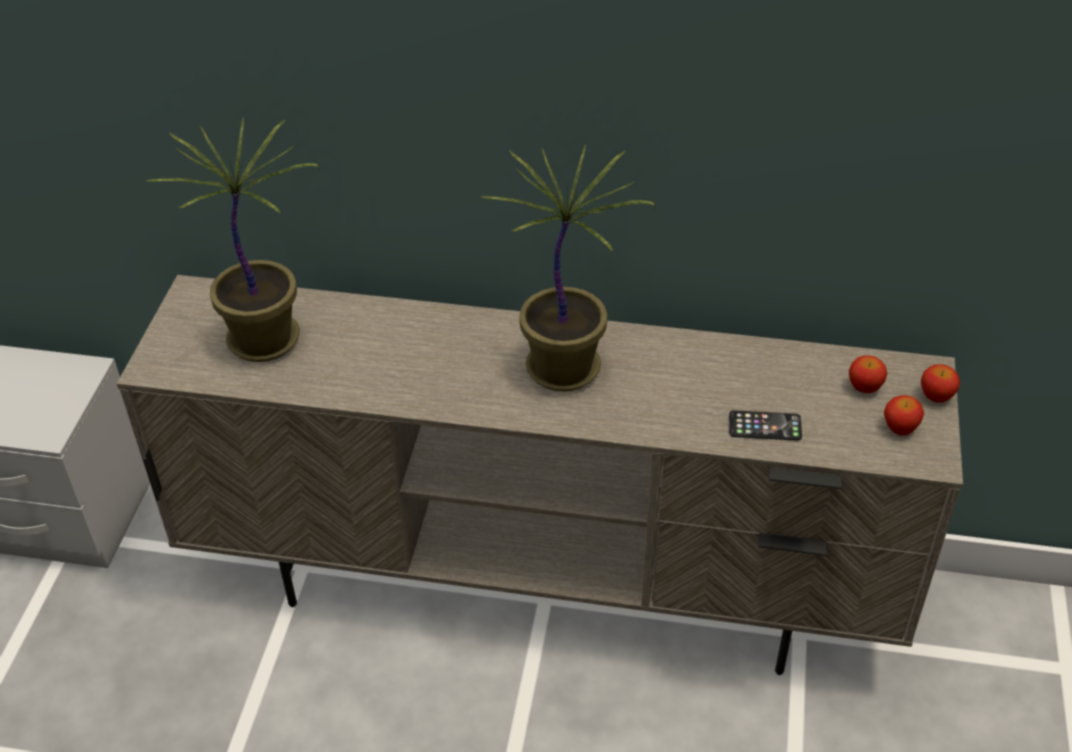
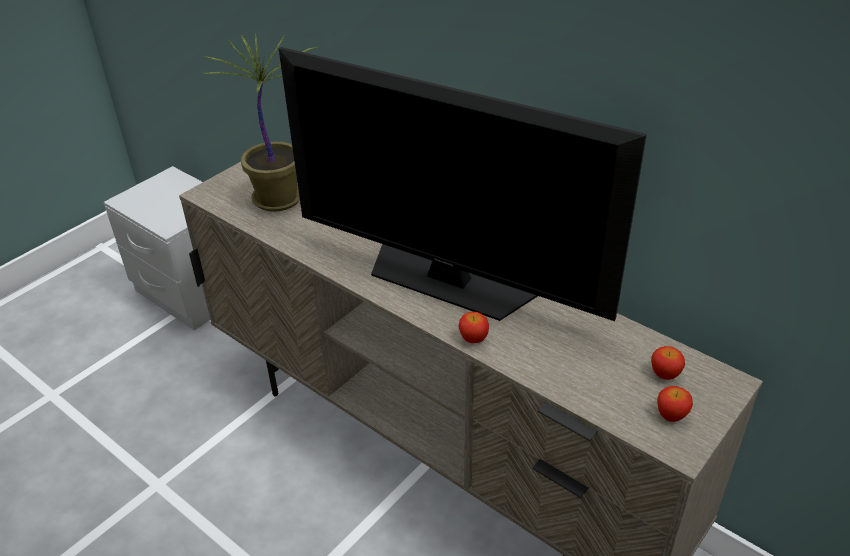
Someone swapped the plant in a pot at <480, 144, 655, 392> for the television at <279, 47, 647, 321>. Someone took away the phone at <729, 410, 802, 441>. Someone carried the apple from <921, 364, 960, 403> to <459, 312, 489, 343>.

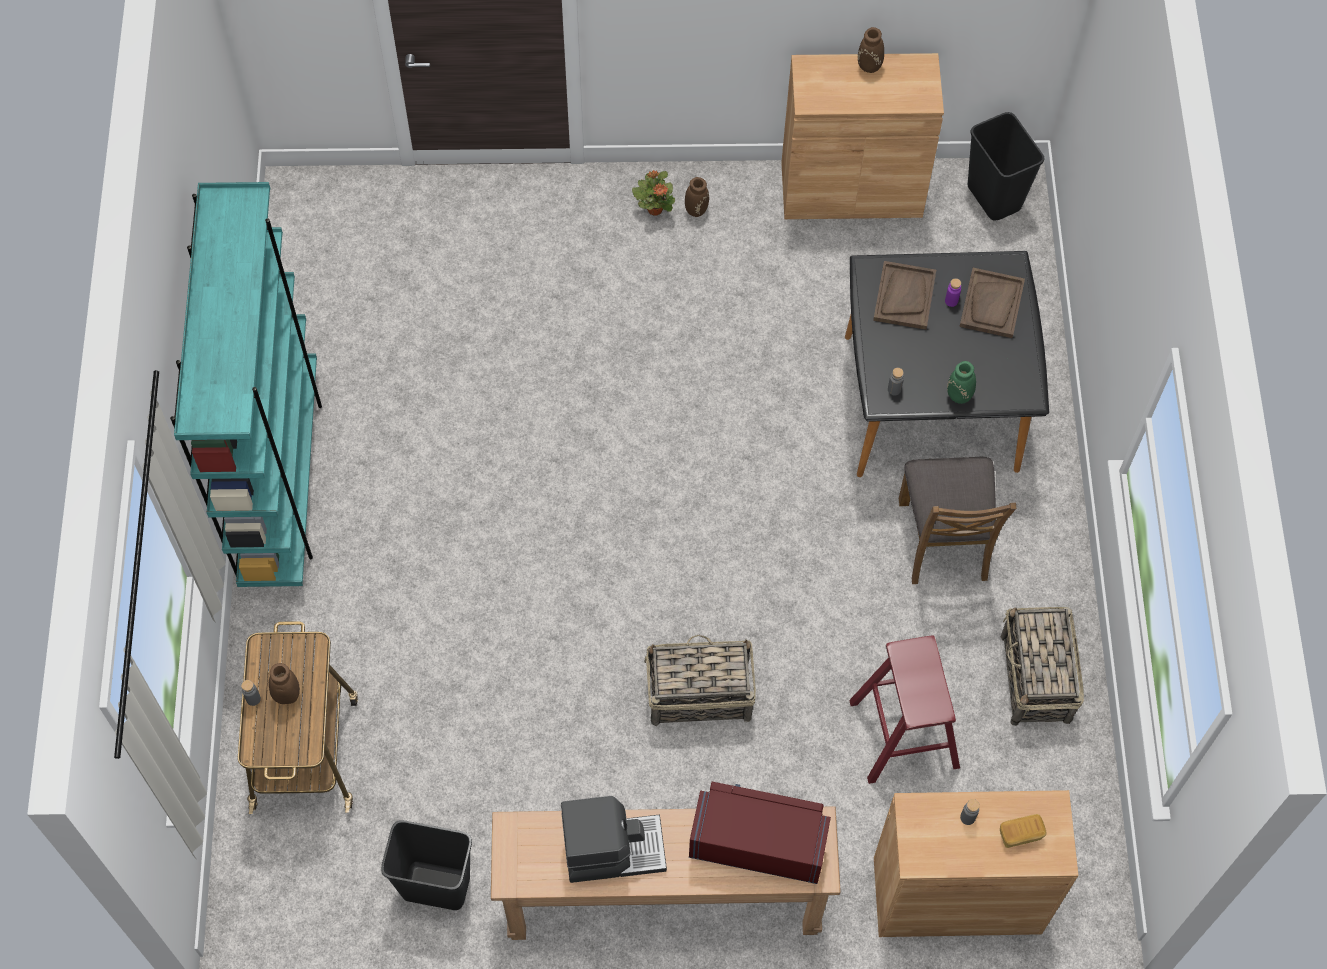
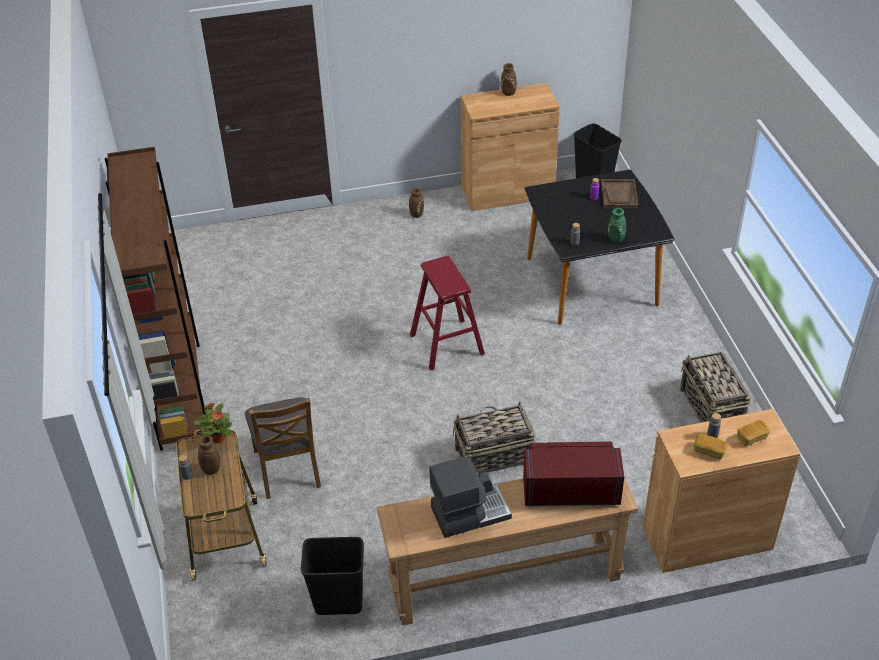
Someone repainted the shelving unit in turquoise at <170, 182, 322, 587>, which became the shelving unit in brownish at <105, 147, 206, 451>. Someone carried the plant in a pot from <632, 170, 675, 216> to <194, 403, 232, 443>. Someone carried the stool seat in red from <849, 636, 960, 784> to <410, 256, 485, 371>. Someone took away the tray in brownish at <873, 261, 936, 330>. Someone carried the plain chair in brownish from <899, 457, 1016, 584> to <245, 397, 321, 499>. Someone put down the bread at <694, 433, 728, 459>.

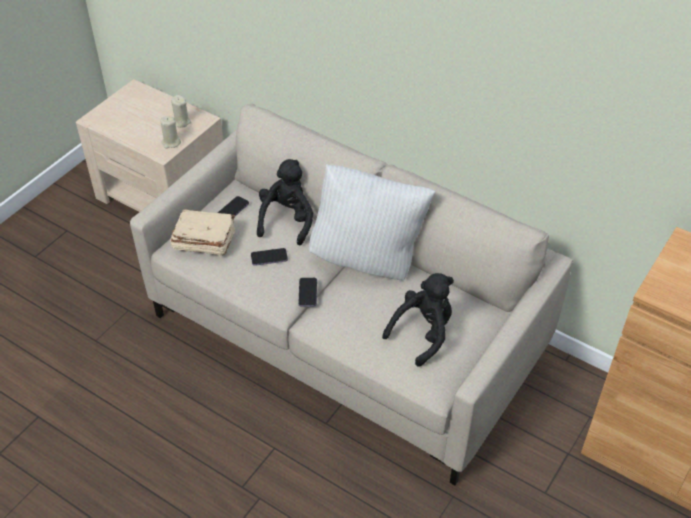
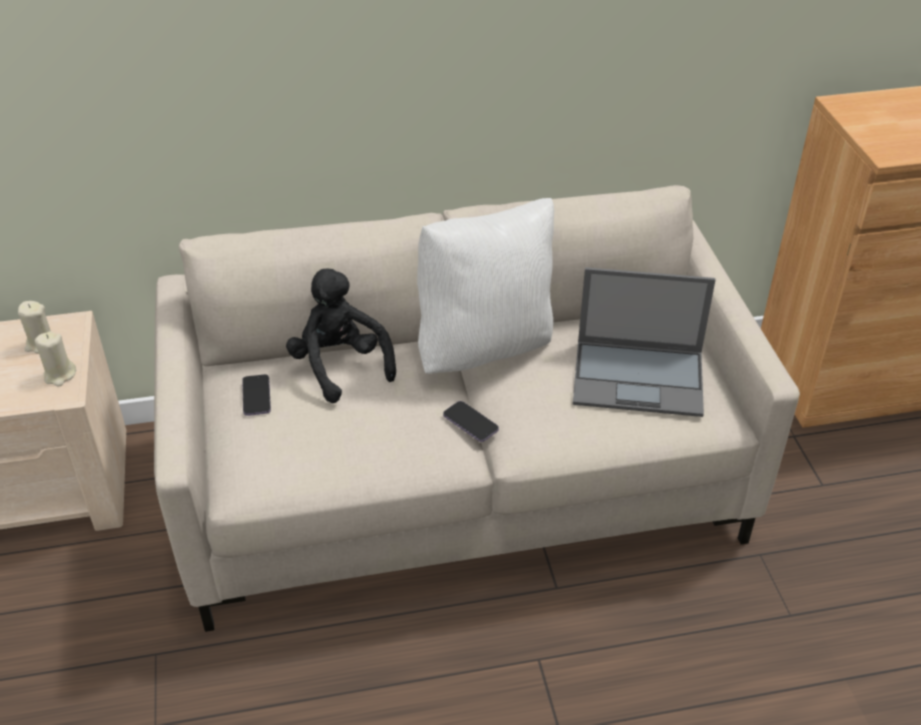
Someone took away the book in beige-coloured at <170, 209, 235, 255>. Someone took away the phone at <251, 248, 288, 266>. Someone swapped the plush toy in black-coloured at <382, 273, 454, 367> for the notebook computer at <573, 267, 716, 417>.

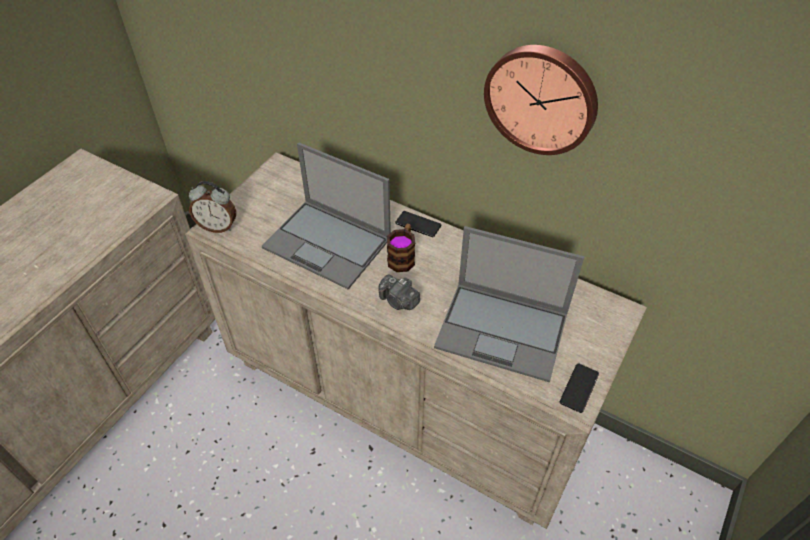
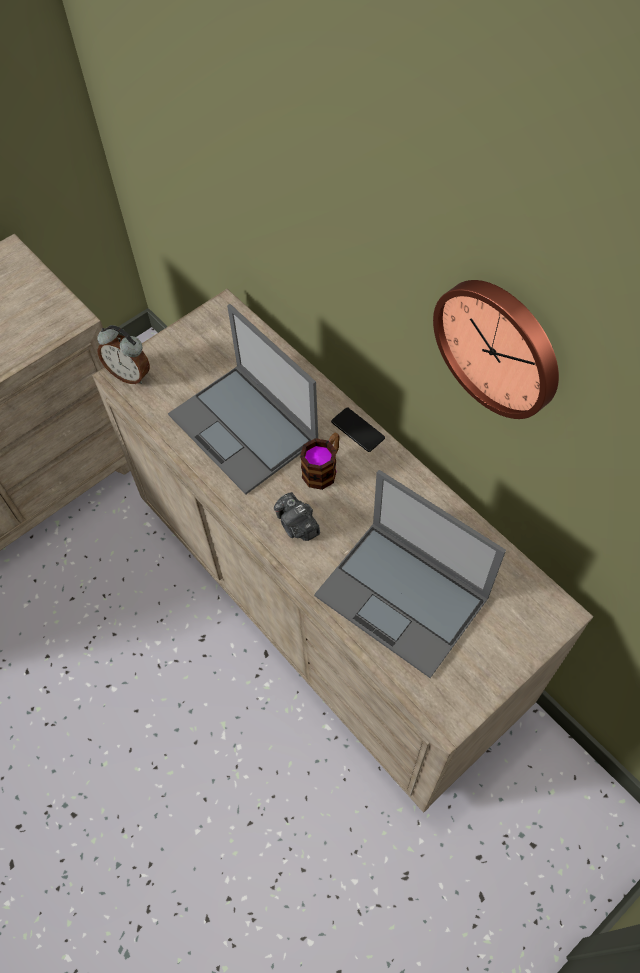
Someone took away the phone at <560, 363, 599, 413>.

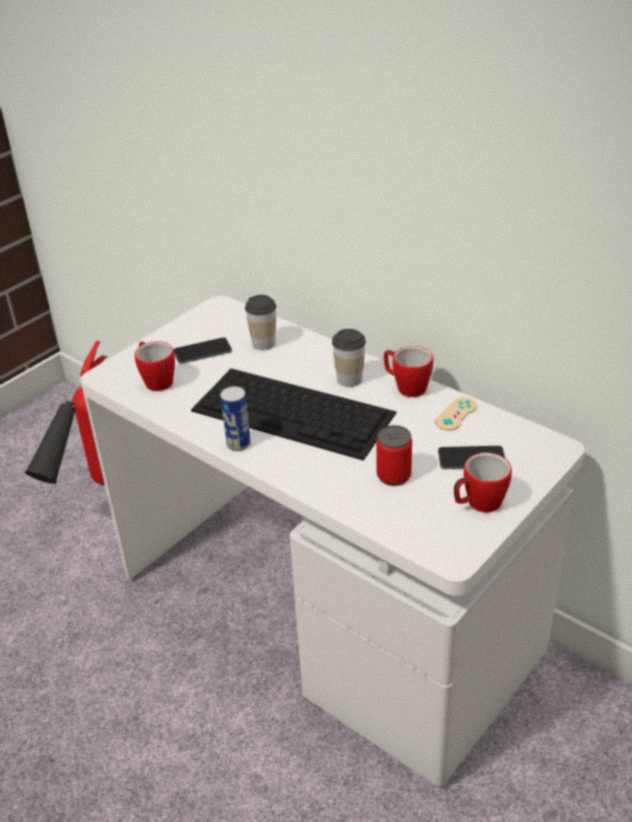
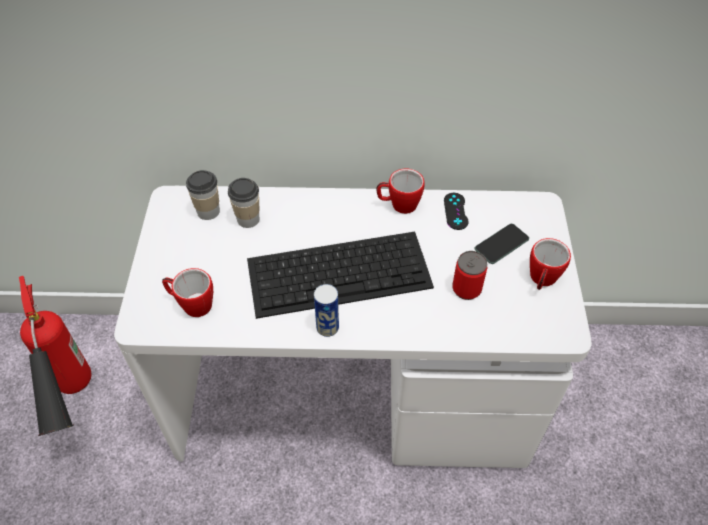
Someone took away the phone at <174, 338, 232, 364>. Someone carried the drinking cup from <332, 329, 366, 387> to <186, 170, 220, 220>. Someone repainted the joypad in beige-coloured at <435, 397, 477, 431>, which became the joypad in black-coloured at <444, 193, 469, 230>.

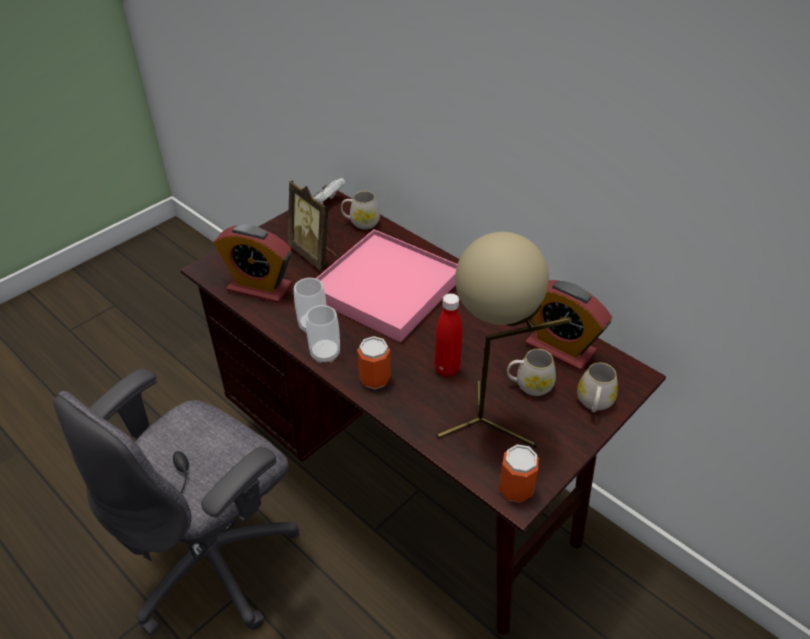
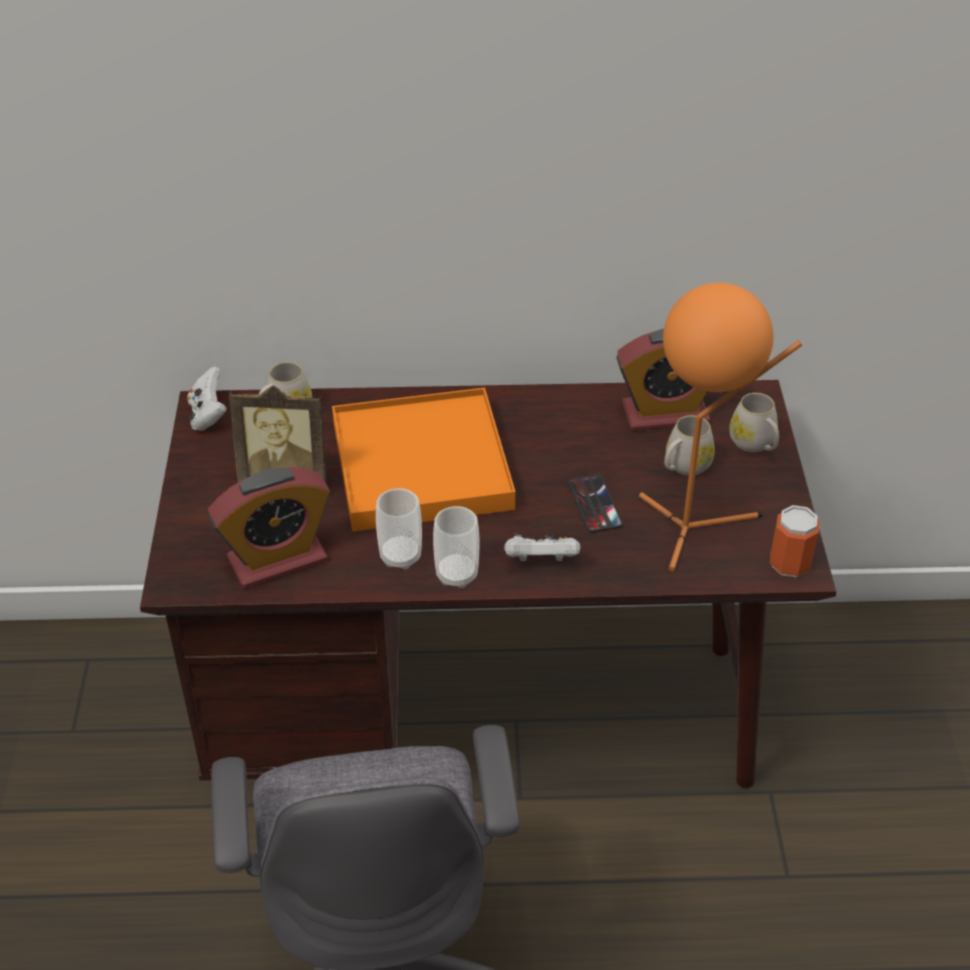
Someone repainted the tray in pinkish at <316, 229, 457, 342>, which became the tray in orange-coloured at <332, 388, 515, 531>. Someone swapped the sealed can at <357, 336, 391, 389> for the joypad in white at <504, 532, 580, 561>. Someone swapped the bottle in red at <434, 293, 463, 377> for the phone at <568, 474, 623, 533>. Someone repainted the lamp for a table in beige-coloured at <436, 232, 572, 448>, which became the lamp for a table in orange-coloured at <639, 283, 802, 571>.

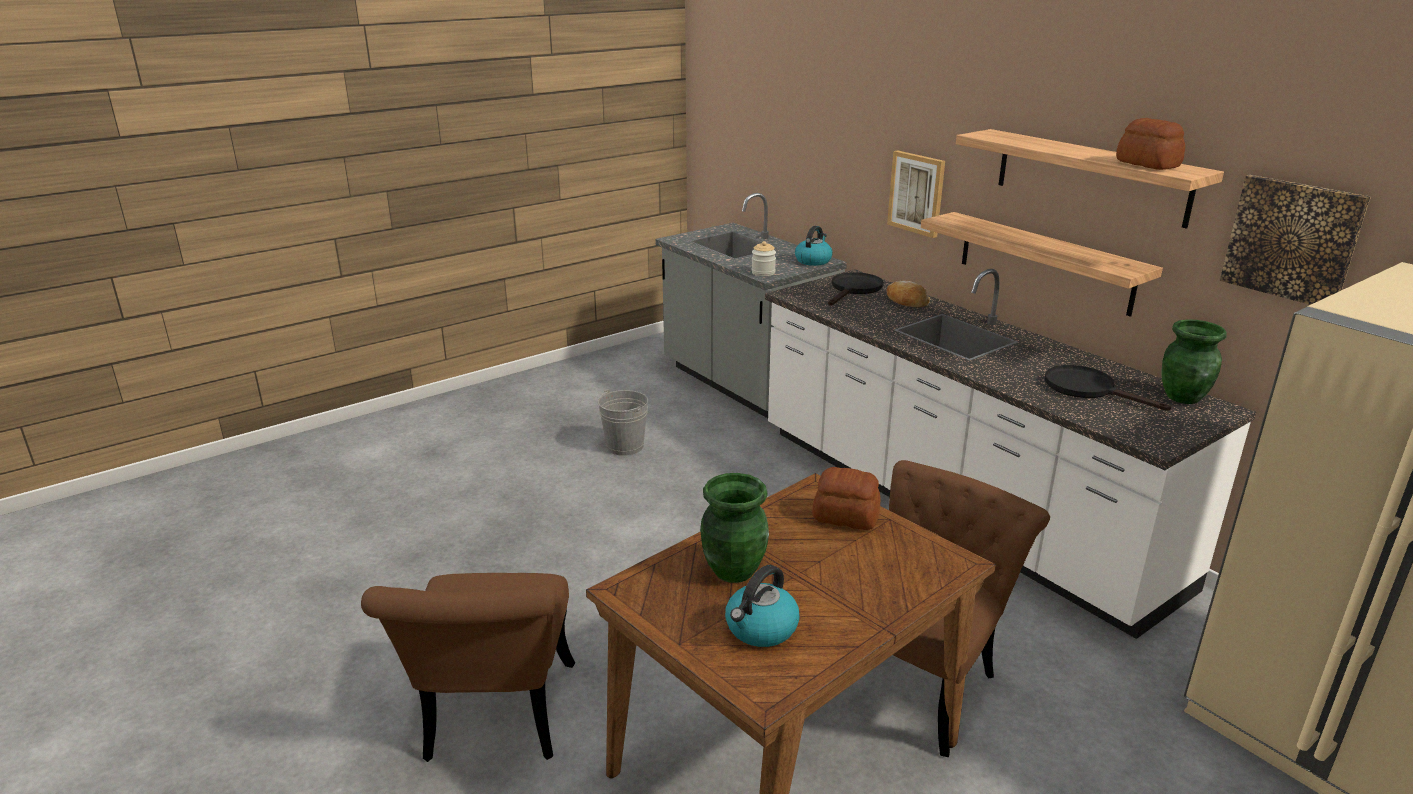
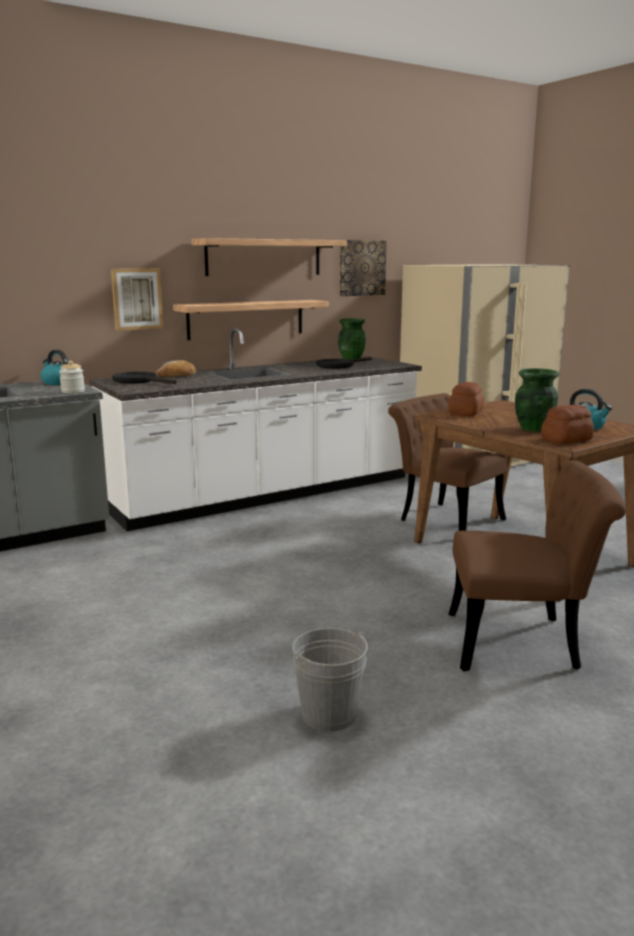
Someone carried the bucket in grey from <598, 389, 648, 456> to <292, 628, 368, 731>. Someone carried the bread from <1116, 118, 1185, 170> to <541, 405, 594, 444>.

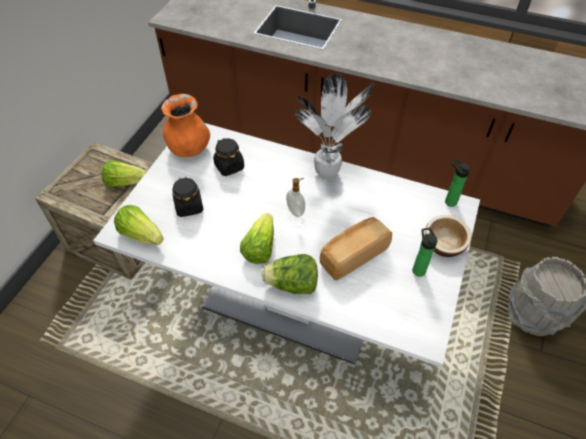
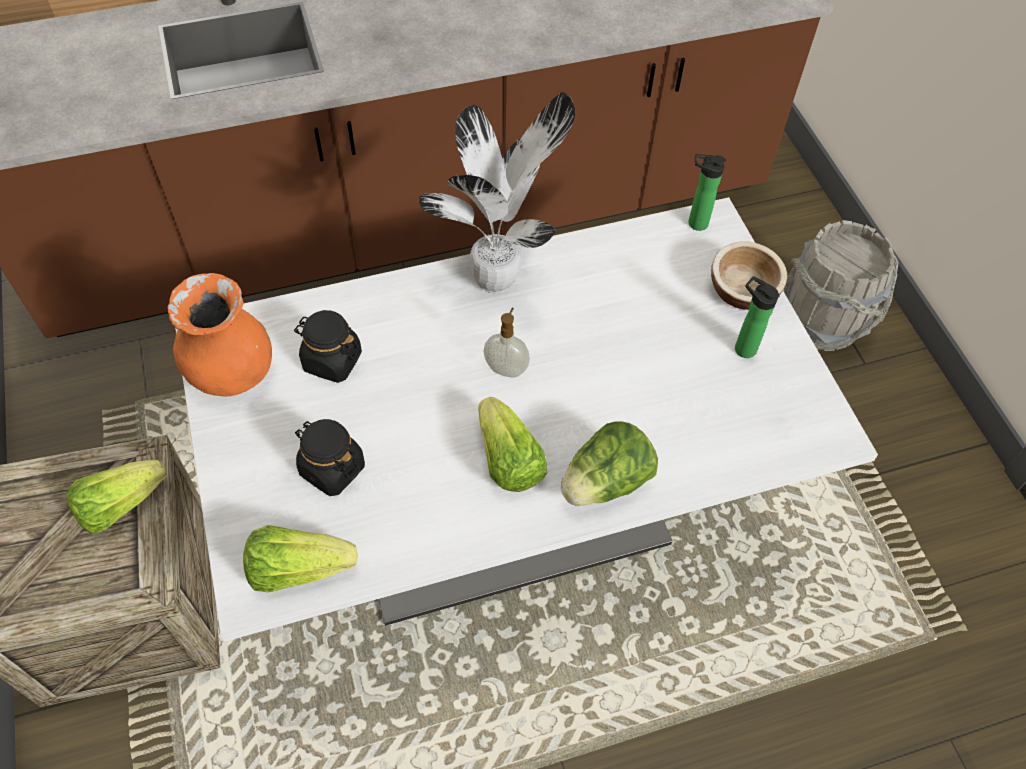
Someone took away the bread at <320, 217, 392, 280>.

